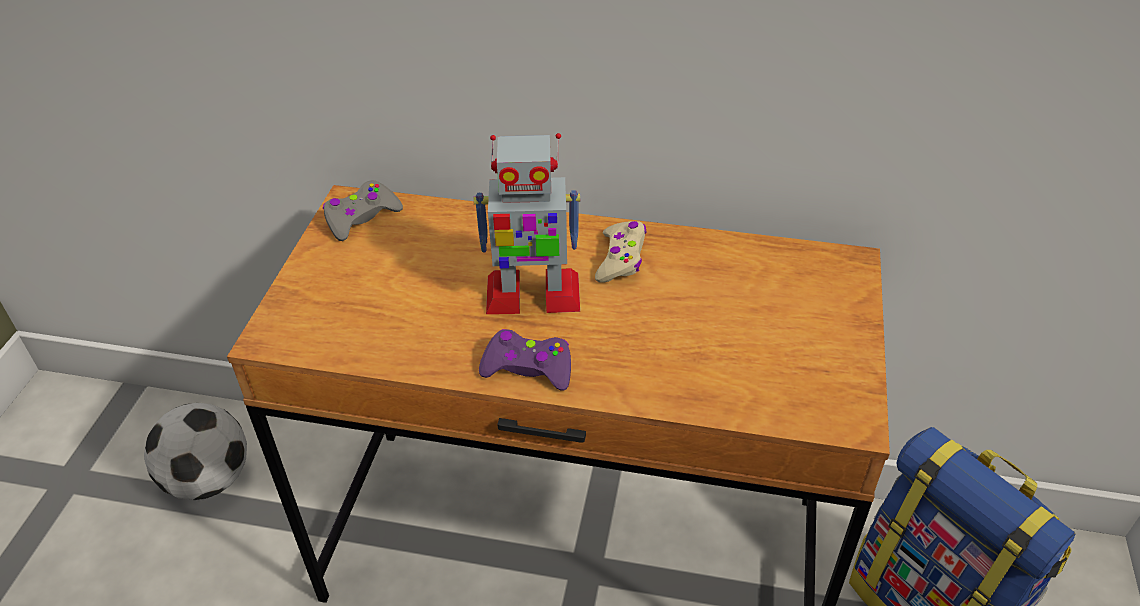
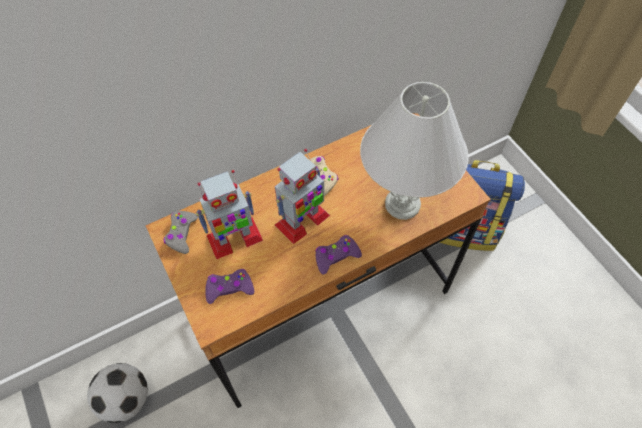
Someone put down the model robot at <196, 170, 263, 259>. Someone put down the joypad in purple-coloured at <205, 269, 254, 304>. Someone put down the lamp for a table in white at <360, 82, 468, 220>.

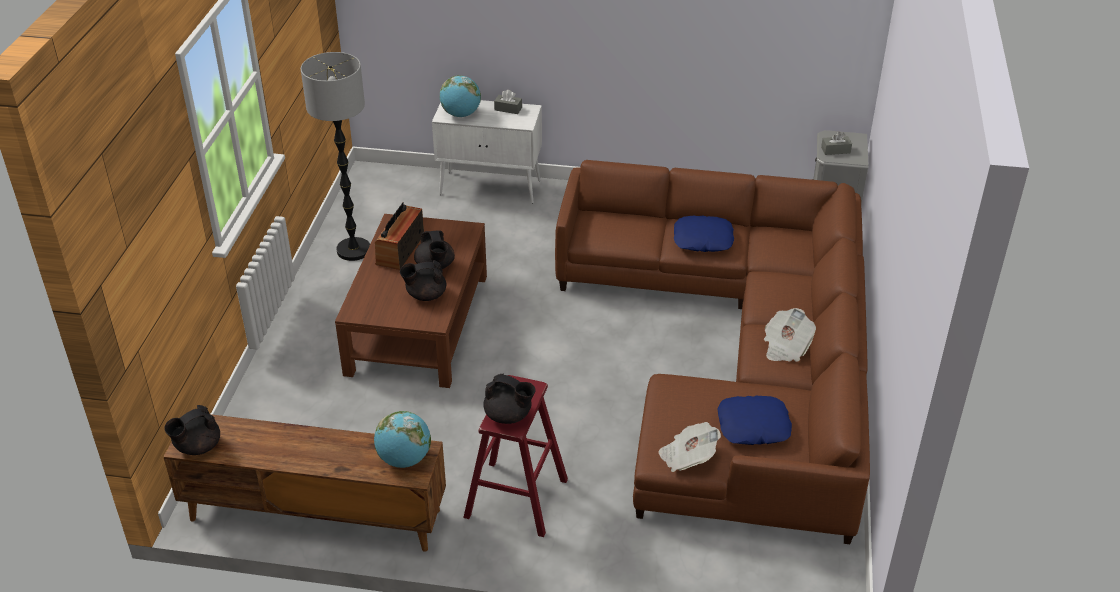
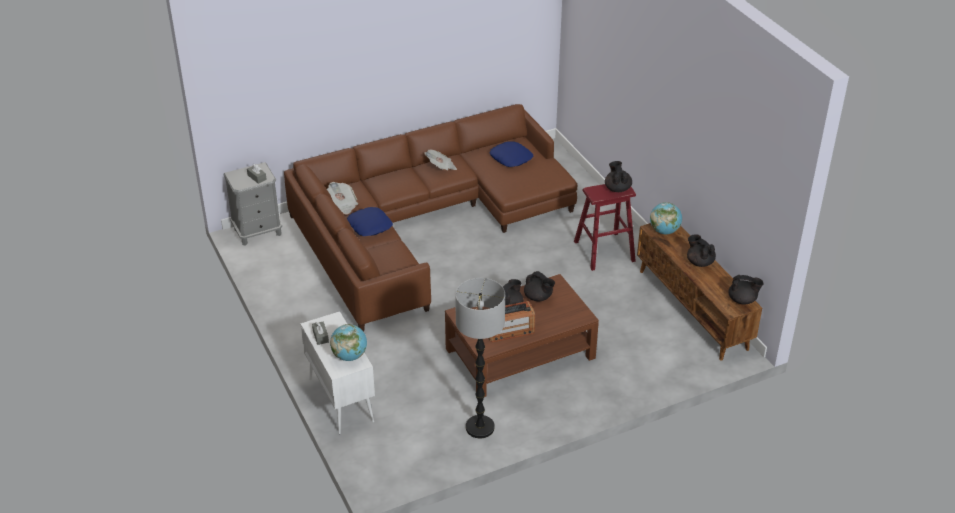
Someone carried the newspaper from <658, 422, 721, 472> to <327, 182, 358, 215>. Someone put down the pot for tea in black-coloured at <687, 234, 716, 267>.

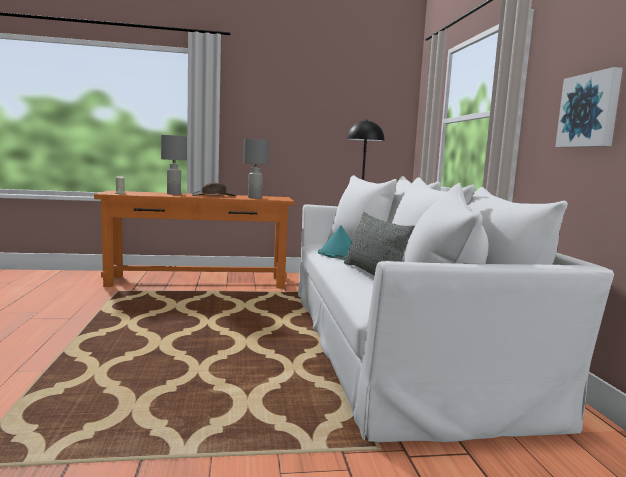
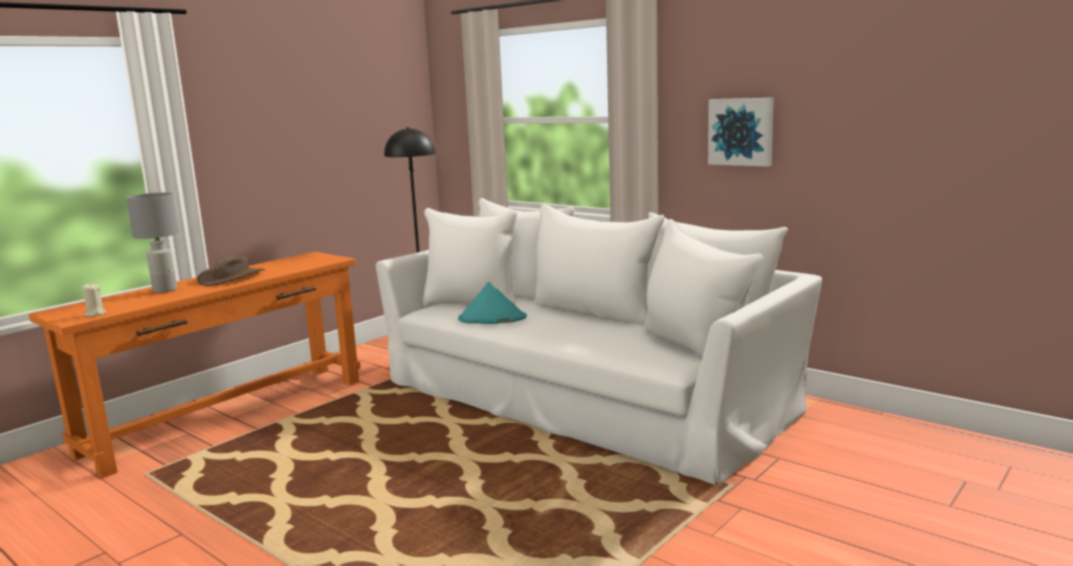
Someone took away the lamp for a table in grey at <243, 139, 269, 199>. Someone took away the cushion in grey at <344, 212, 415, 276>.

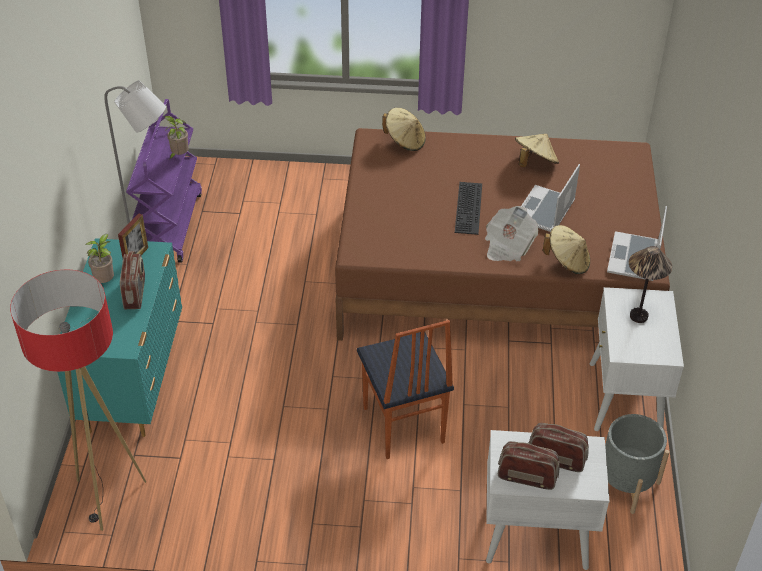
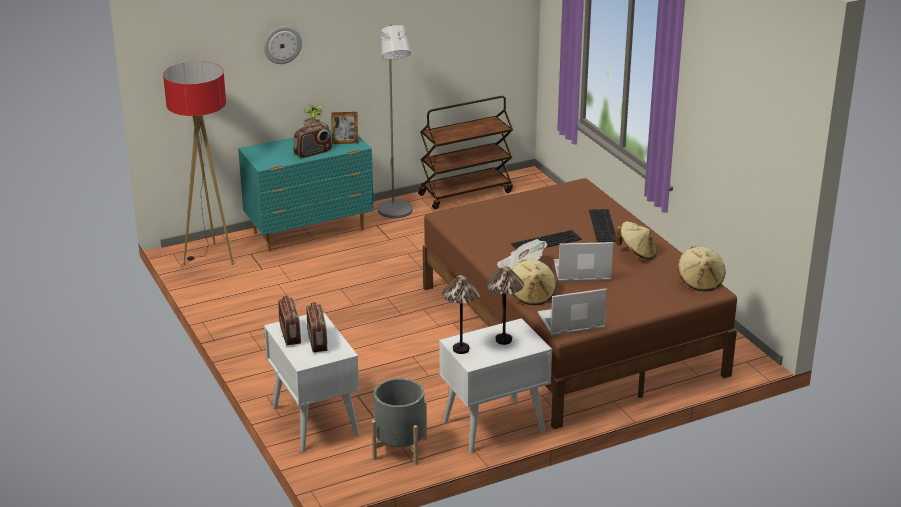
Someone repainted the trolley in purple-coloured at <126, 99, 202, 263>, which became the trolley in brownish at <418, 96, 513, 209>. Someone took away the plant in a pot at <165, 116, 188, 159>. Someone took away the plain chair at <357, 320, 454, 459>. Someone carried the clothing hat in beige-coloured from <382, 108, 426, 151> to <678, 246, 725, 291>. Someone put up the clock on the wall at <264, 26, 302, 64>. Someone put down the lamp for a table at <442, 275, 481, 354>. Someone put down the keyboard at <589, 209, 616, 242>.

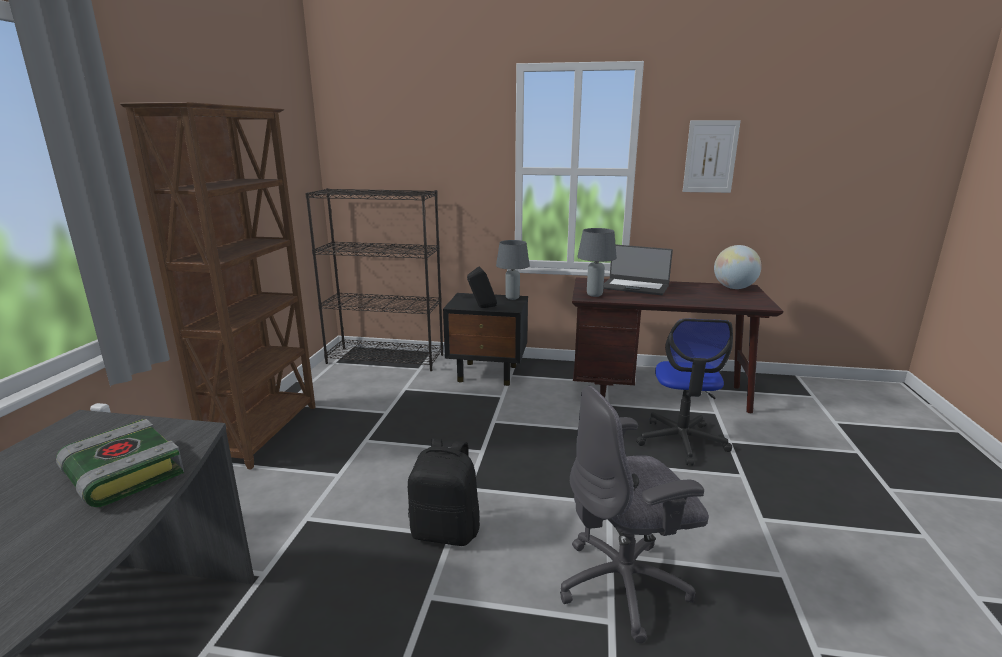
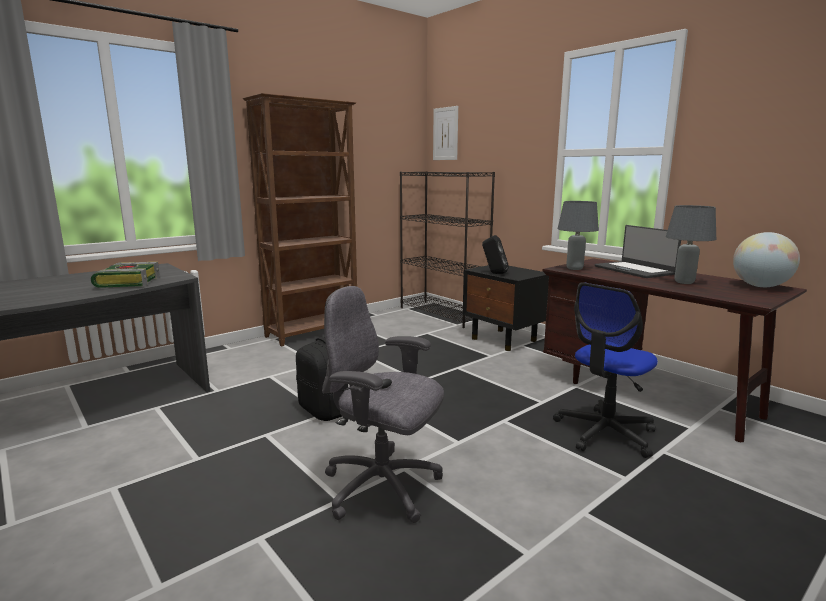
Someone carried the lamp for a table in grey from <496, 240, 530, 300> to <666, 205, 716, 284>. Someone carried the wall art from <683, 120, 741, 193> to <433, 106, 458, 160>.

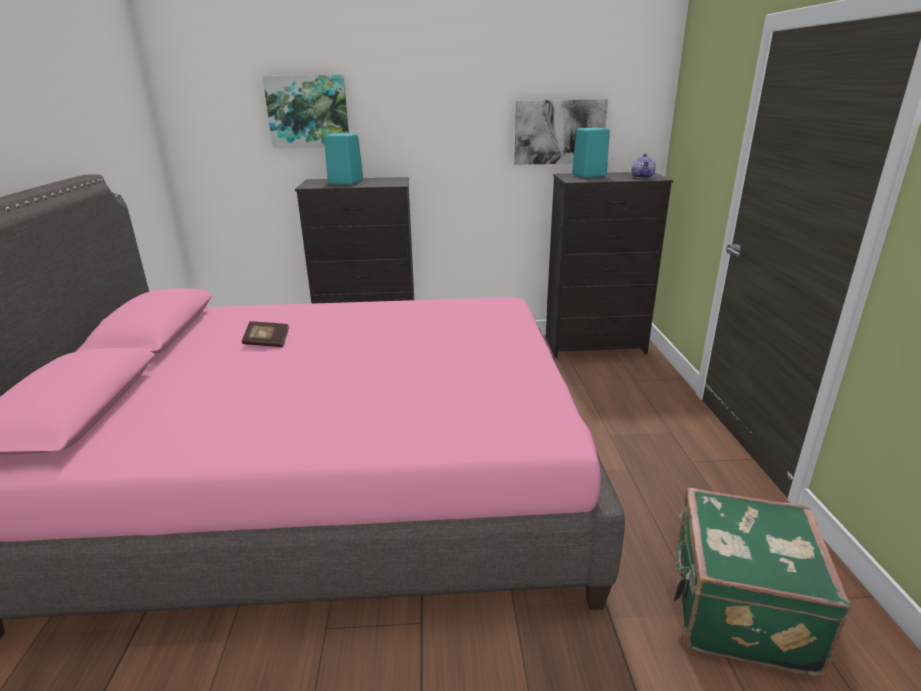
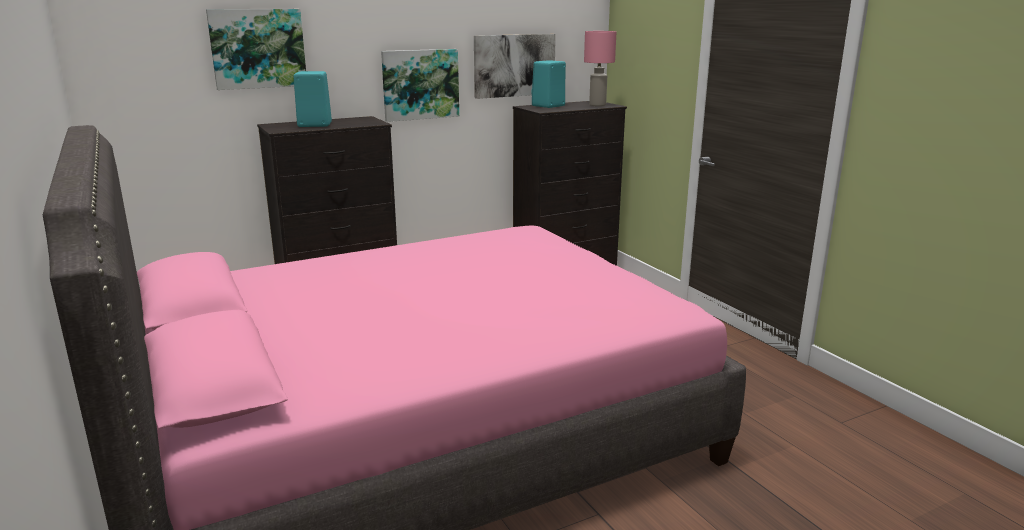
Someone took away the book at <242, 321, 289, 347>. Someone swapped the pot for tea at <631, 154, 656, 178> for the lamp for a table in pinkish at <584, 31, 616, 106>. Someone took away the suitcase in greenish at <673, 488, 851, 676>. Someone put up the wall art at <381, 49, 459, 122>.

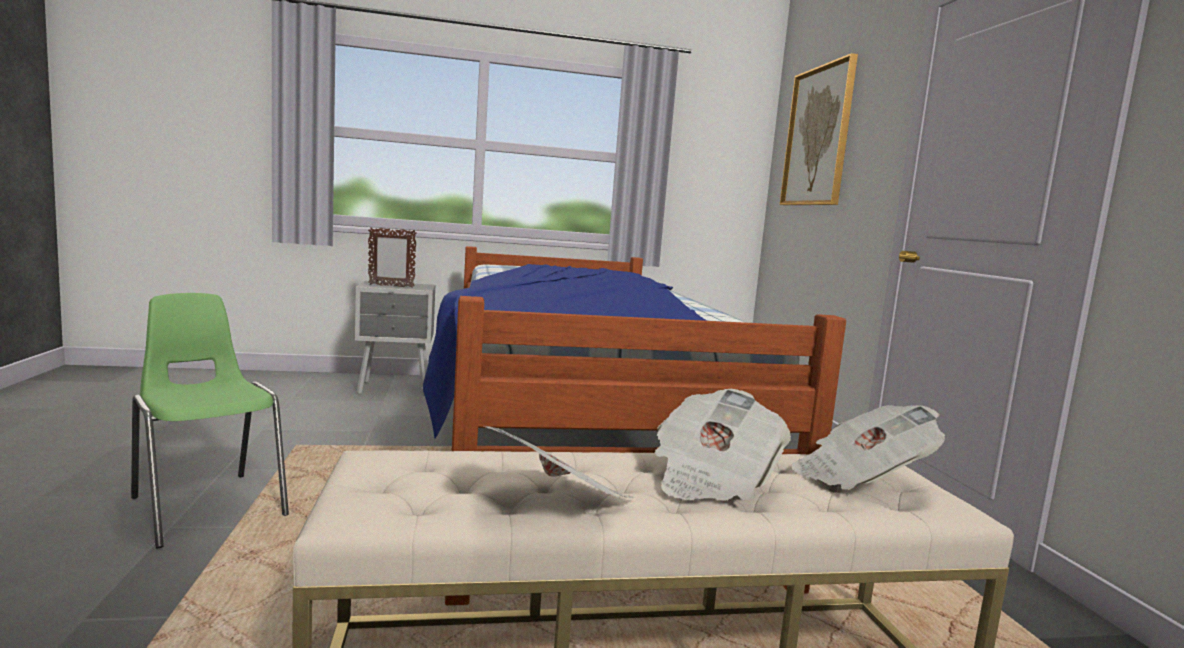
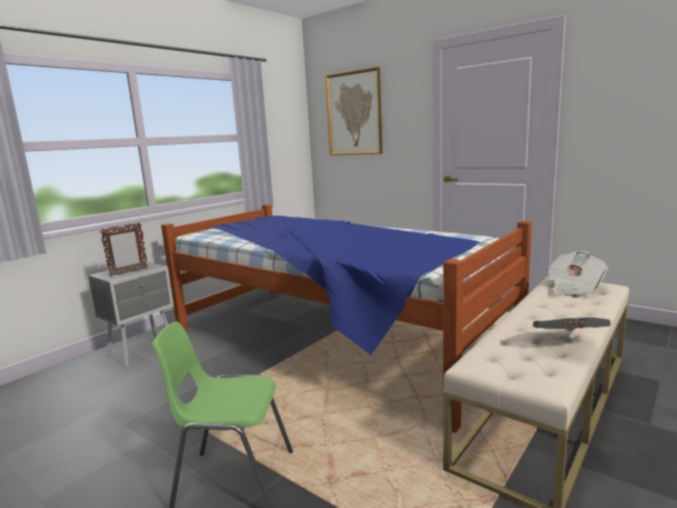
Someone took away the newspaper at <655, 389, 791, 501>.

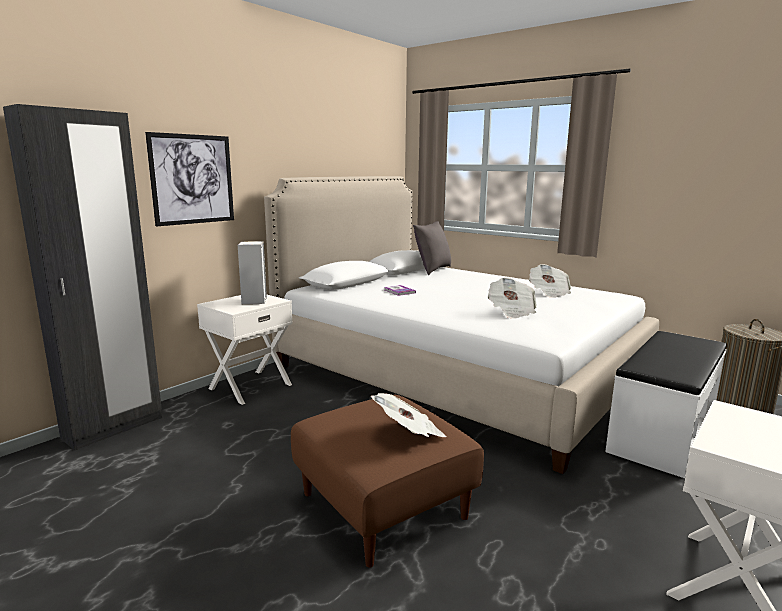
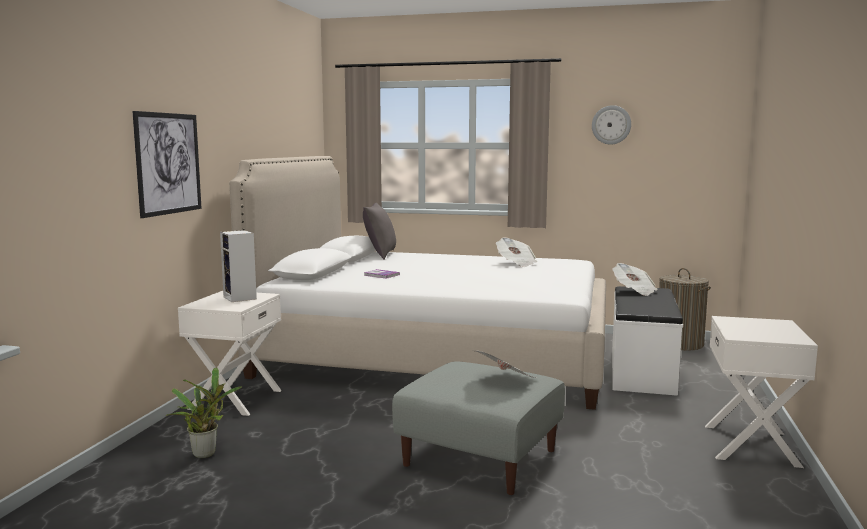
Someone took away the wardrobe in black-coloured at <3, 104, 162, 451>. Someone repainted the ottoman in brownish at <291, 395, 484, 568>, which became the ottoman in grey at <392, 361, 565, 495>. Someone carried the newspaper from <487, 277, 537, 319> to <612, 263, 658, 296>. Someone put down the plant in a pot at <166, 367, 243, 458>. Someone put up the clock on the wall at <592, 105, 631, 145>.

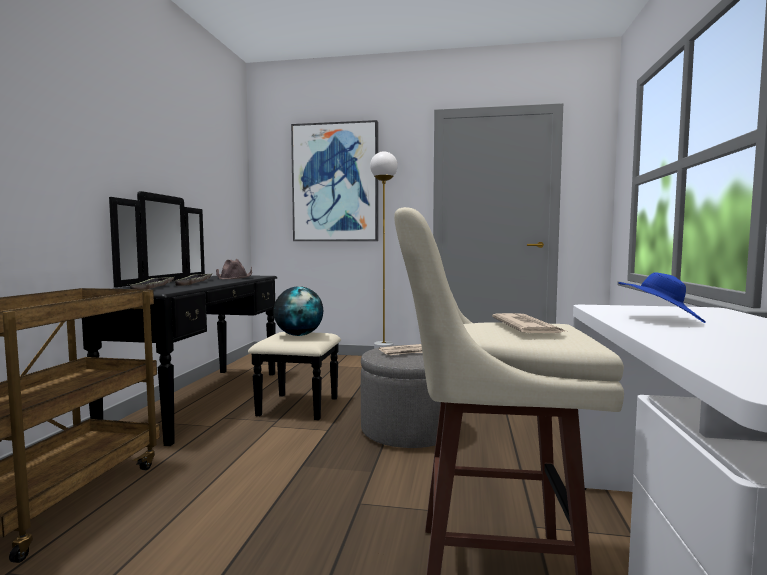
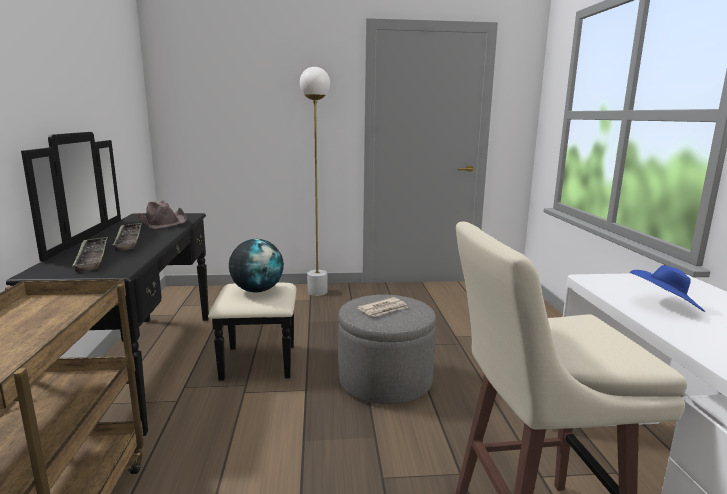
Someone took away the wall art at <291, 120, 378, 241>. Someone took away the newspaper at <492, 313, 566, 333>.

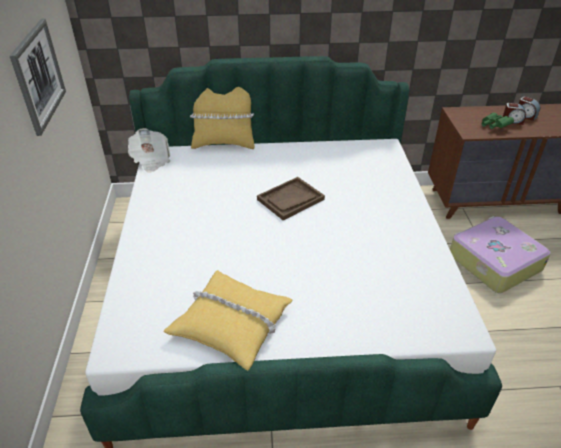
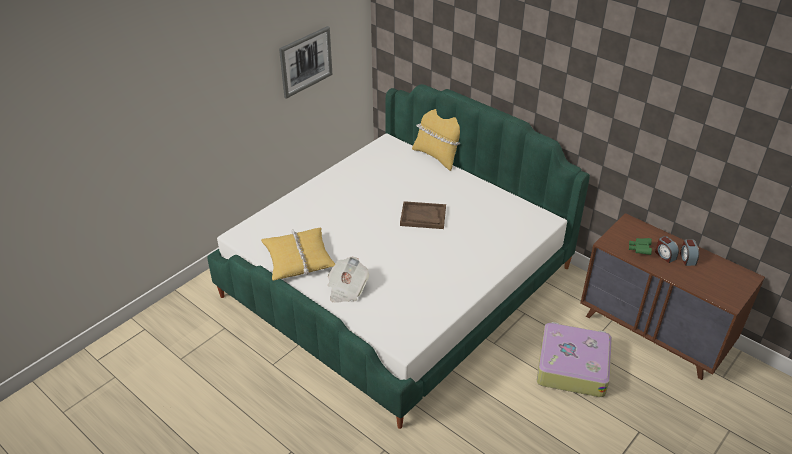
Someone carried the newspaper from <128, 128, 170, 173> to <328, 257, 369, 303>.

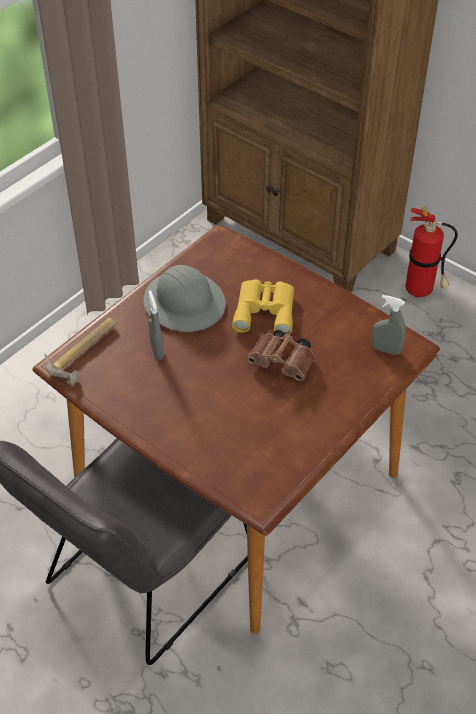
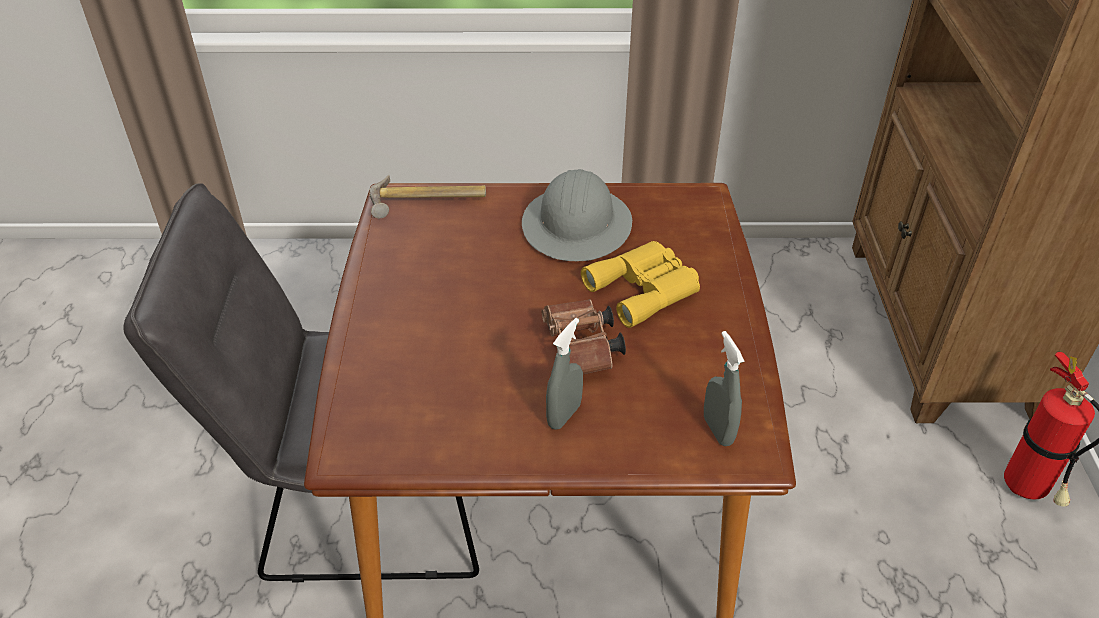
Someone carried the sprayer in grey from <148, 290, 164, 360> to <546, 318, 583, 430>.

